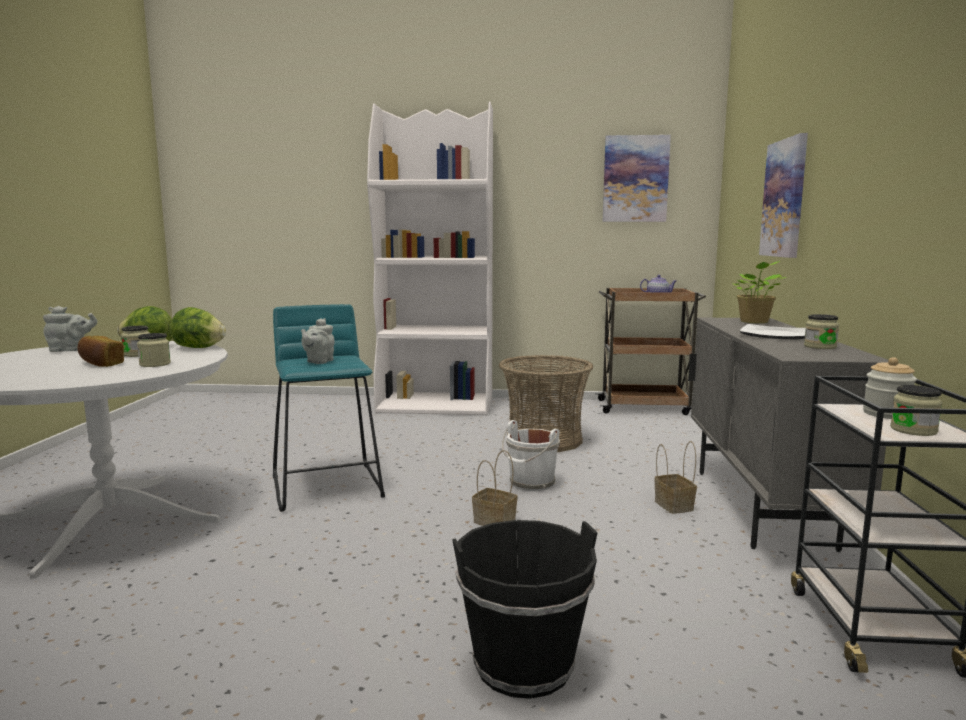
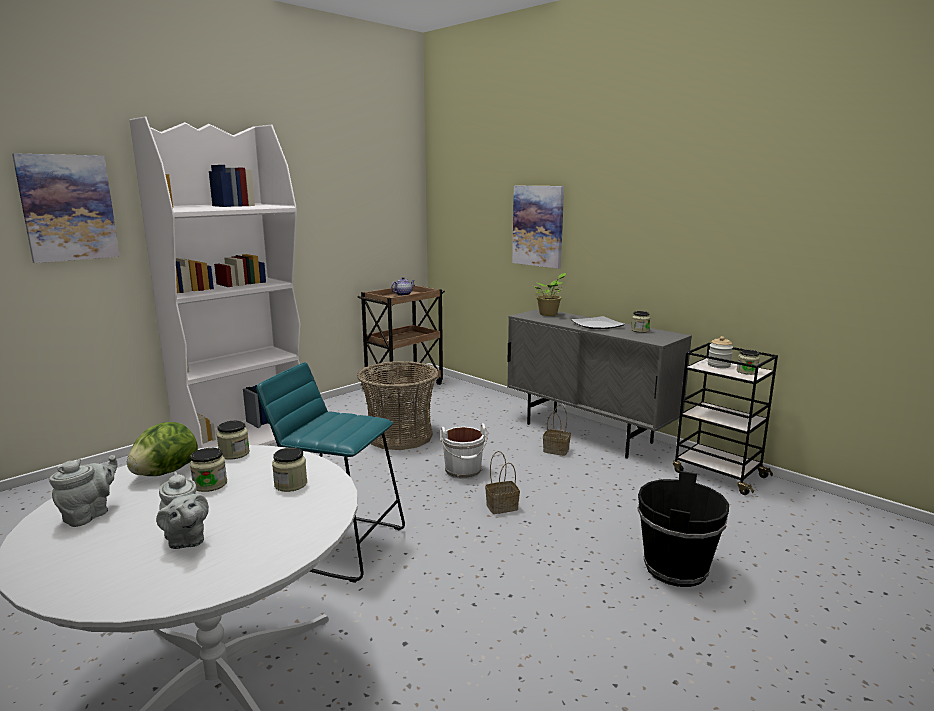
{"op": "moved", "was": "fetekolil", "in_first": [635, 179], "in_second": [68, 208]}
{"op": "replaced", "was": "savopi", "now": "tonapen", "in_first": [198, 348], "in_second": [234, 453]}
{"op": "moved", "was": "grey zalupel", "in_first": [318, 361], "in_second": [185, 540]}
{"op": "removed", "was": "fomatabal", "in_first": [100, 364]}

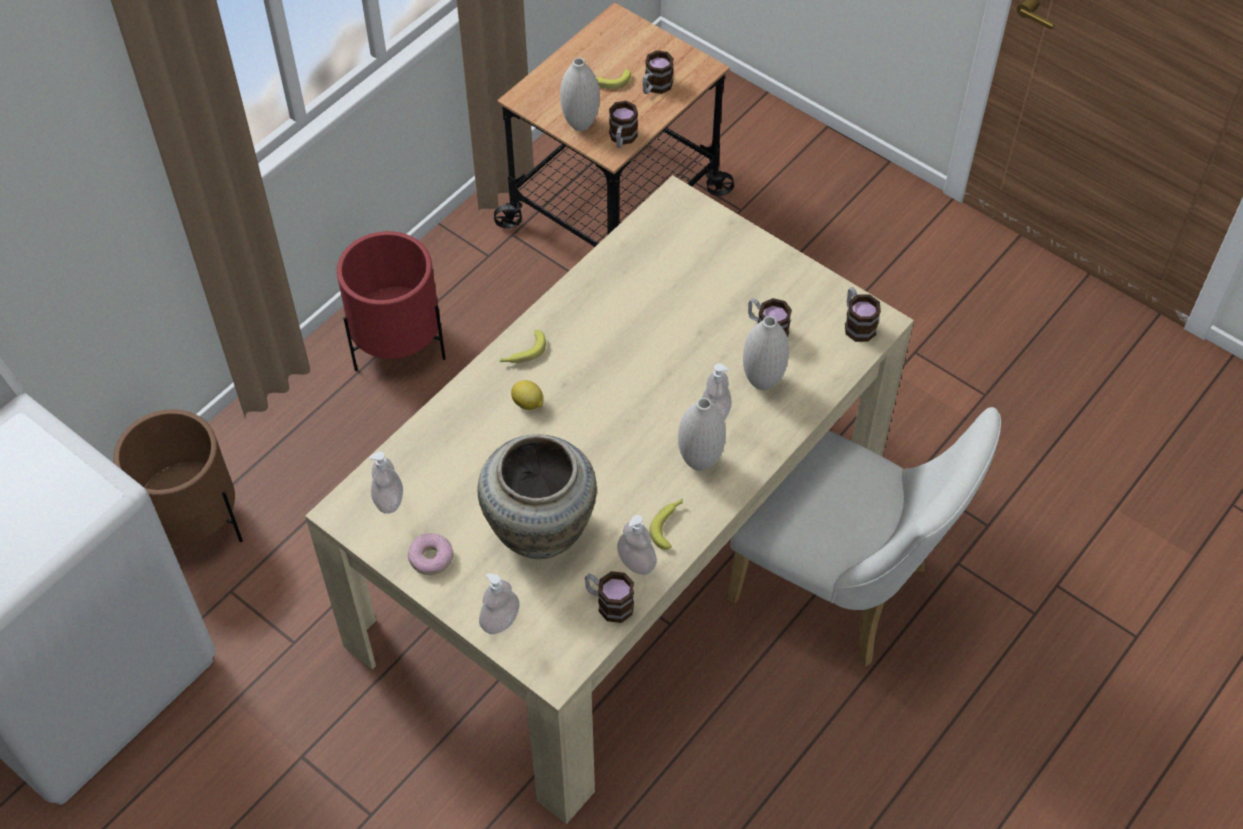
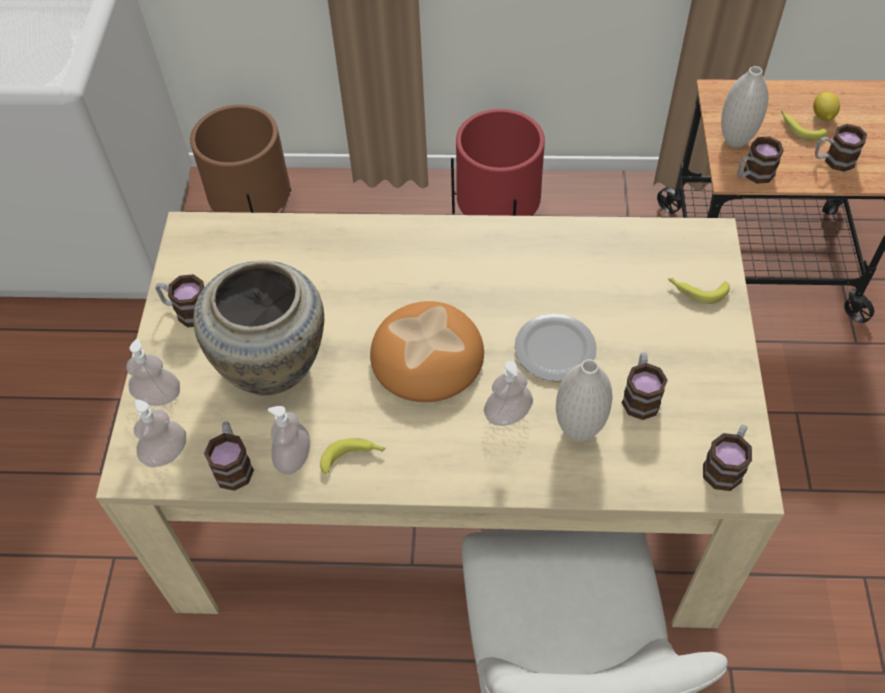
{"op": "moved", "was": "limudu", "in_first": [522, 353], "in_second": [696, 290]}
{"op": "moved", "was": "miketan", "in_first": [528, 404], "in_second": [822, 116]}
{"op": "removed", "was": "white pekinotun", "in_first": [700, 461]}
{"op": "moved", "was": "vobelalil", "in_first": [389, 499], "in_second": [166, 453]}
{"op": "replaced", "was": "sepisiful", "now": "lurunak", "in_first": [431, 557], "in_second": [187, 311]}
{"op": "added", "now": "fomatabal", "in_second": [426, 357]}
{"op": "added", "now": "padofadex", "in_second": [555, 348]}

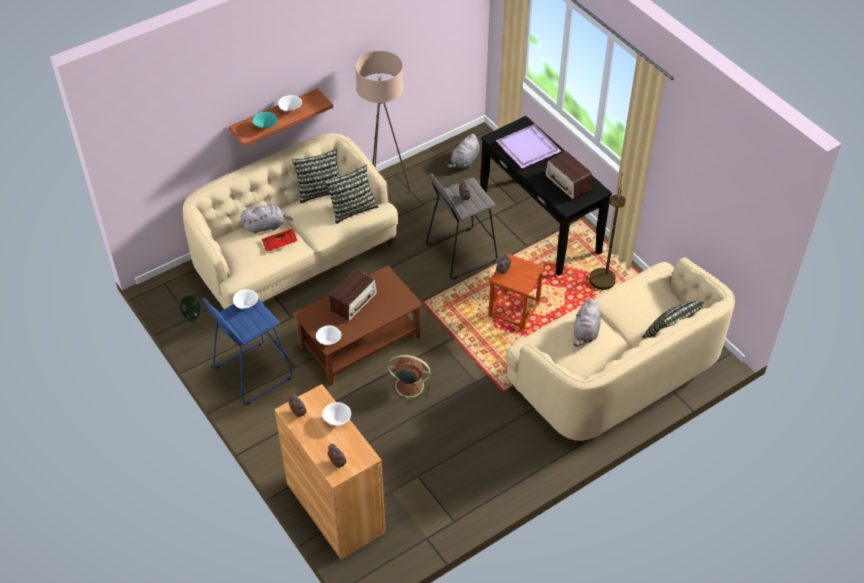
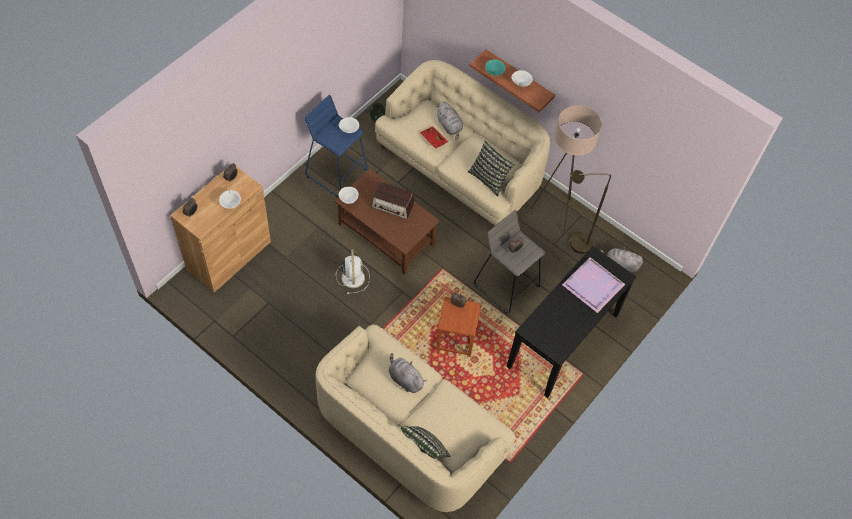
{"op": "removed", "was": "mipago", "in_first": [319, 190]}
{"op": "removed", "was": "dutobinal", "in_first": [568, 183]}
{"op": "moved", "was": "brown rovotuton", "in_first": [602, 286], "in_second": [574, 245]}
{"op": "turned", "was": "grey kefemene", "in_first": [586, 332], "in_second": [405, 379], "clockwise": 45}
{"op": "recoloured", "was": "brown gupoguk", "now": "white gupoguk", "in_first": [408, 385], "in_second": [353, 277]}

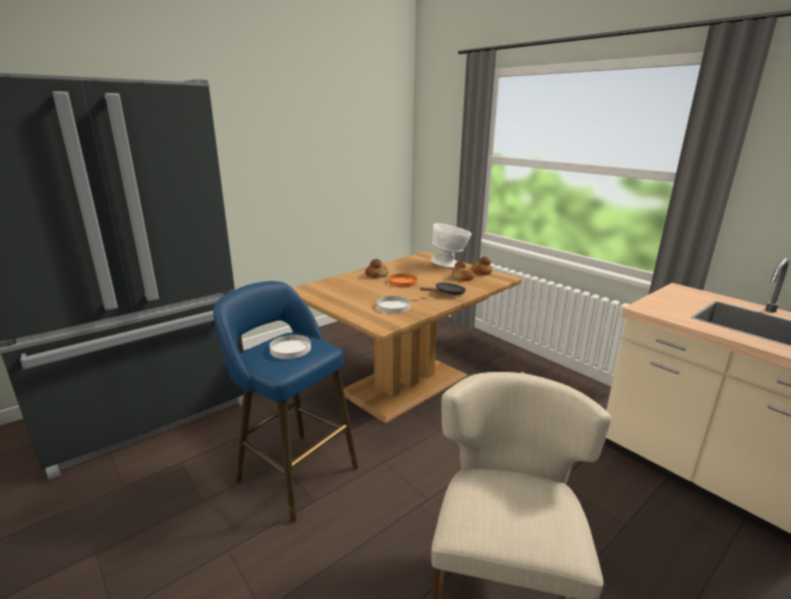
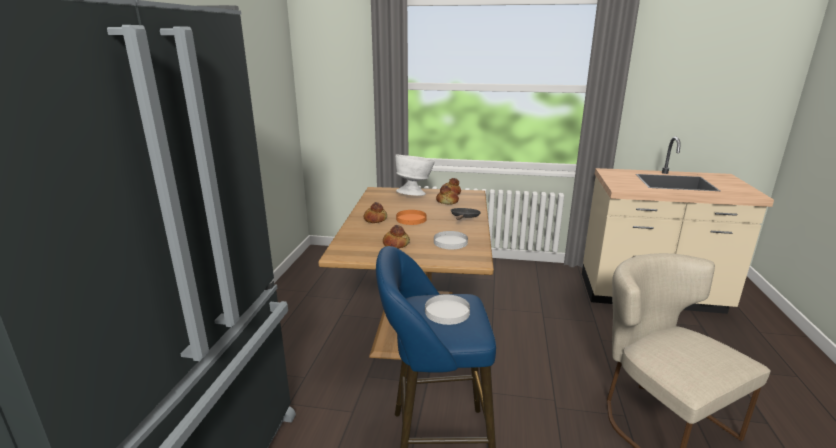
{"op": "added", "now": "fomatabal", "in_second": [395, 244]}

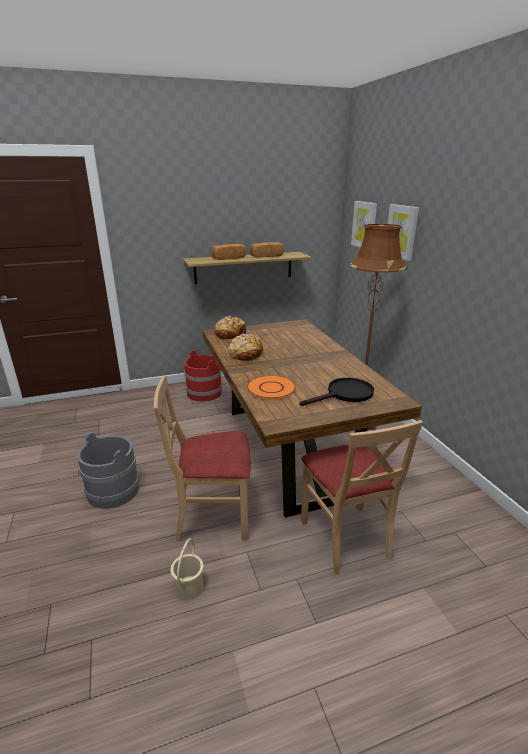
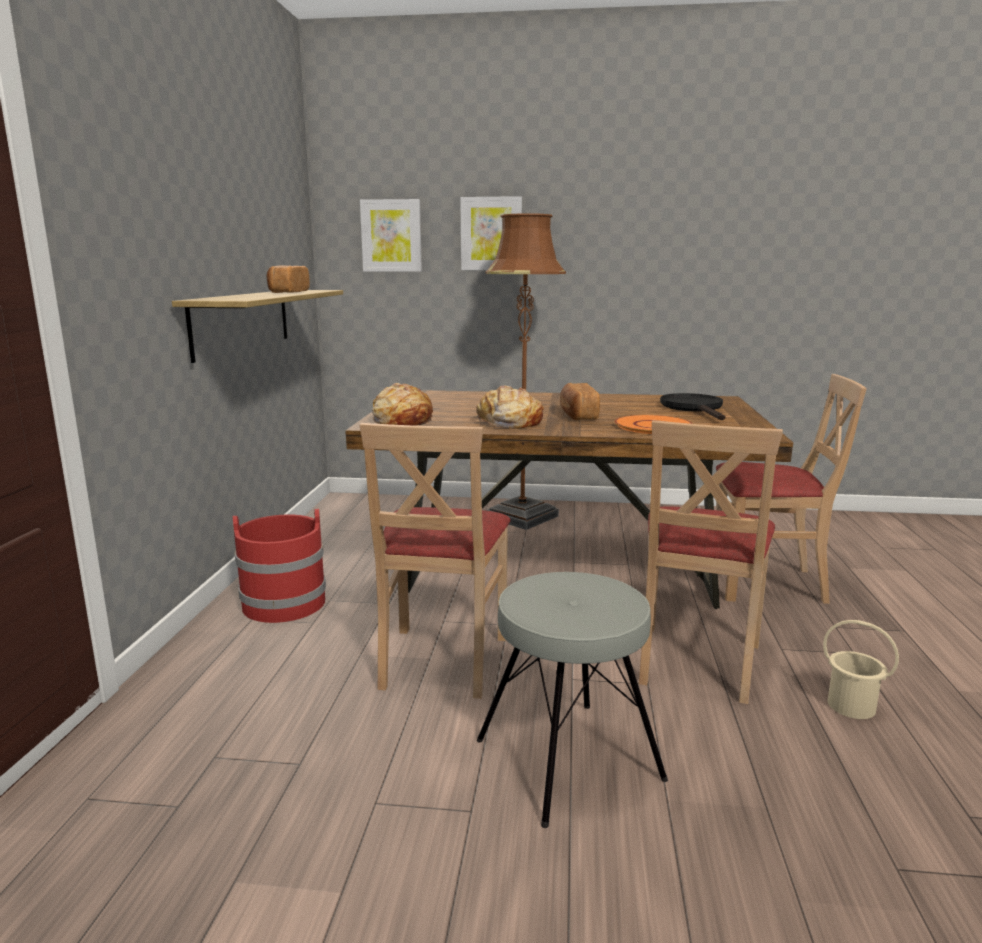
{"op": "moved", "was": "fomatabal", "in_first": [228, 258], "in_second": [577, 415]}
{"op": "replaced", "was": "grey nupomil", "now": "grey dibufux", "in_first": [113, 491], "in_second": [568, 758]}
{"op": "added", "now": "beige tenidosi", "in_second": [442, 660]}

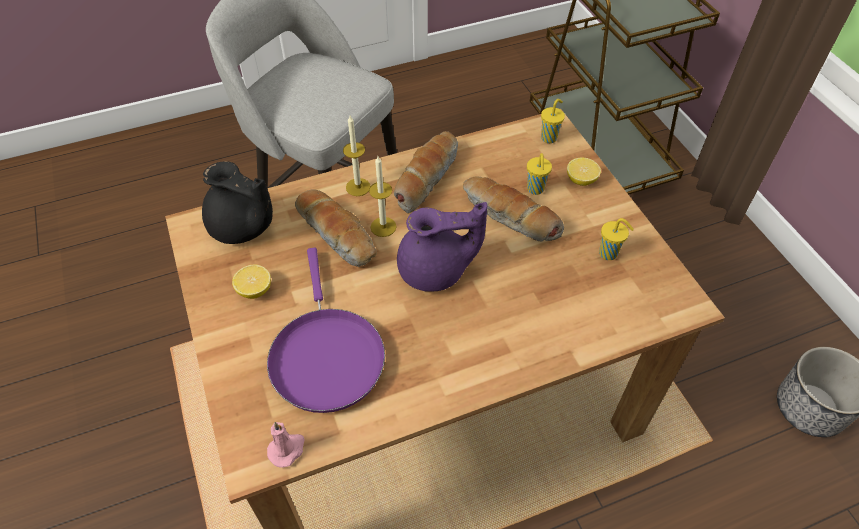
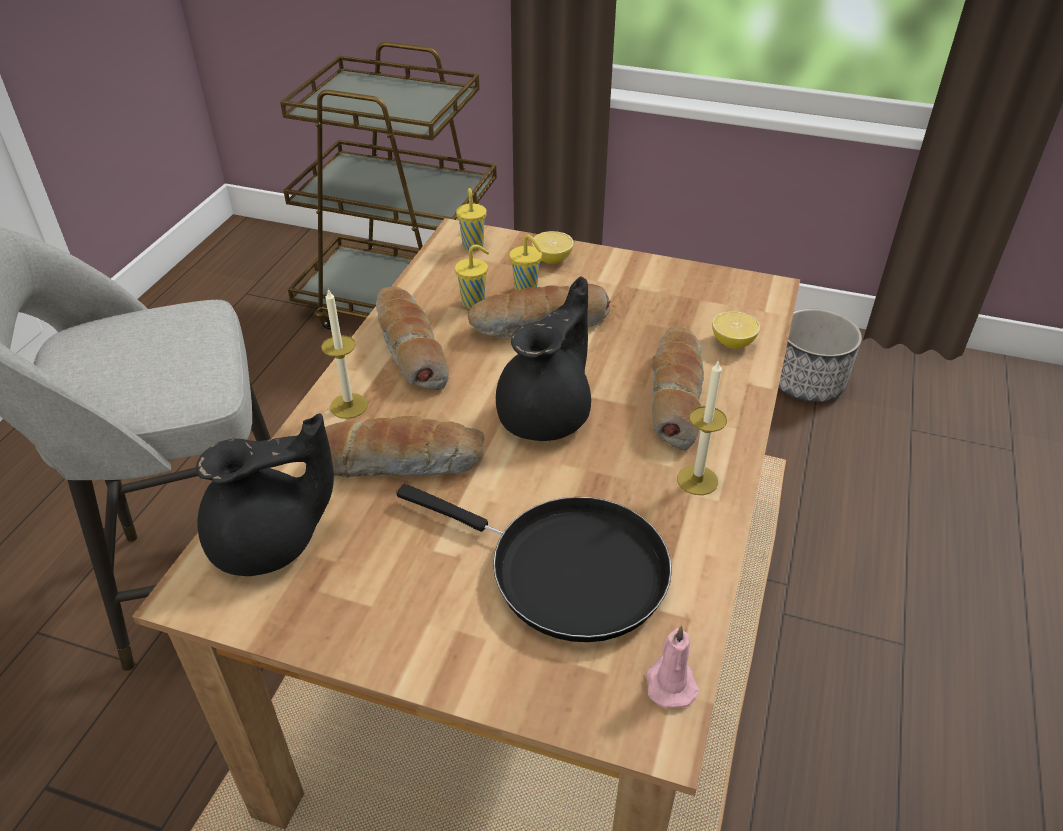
{"op": "moved", "was": "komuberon", "in_first": [383, 227], "in_second": [697, 480]}
{"op": "recoloured", "was": "purple zalupel", "now": "black zalupel", "in_first": [436, 271], "in_second": [547, 415]}
{"op": "moved", "was": "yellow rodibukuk", "in_first": [609, 254], "in_second": [474, 302]}
{"op": "recoloured", "was": "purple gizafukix", "now": "black gizafukix", "in_first": [326, 355], "in_second": [566, 570]}
{"op": "moved", "was": "miketan", "in_first": [254, 290], "in_second": [732, 342]}
{"op": "added", "now": "fomatabal", "in_second": [674, 397]}

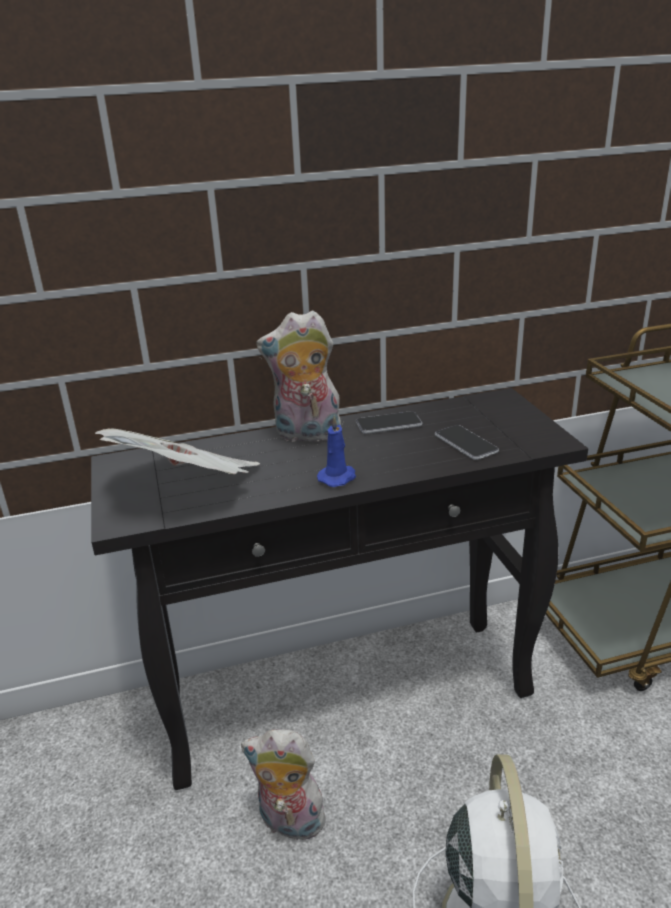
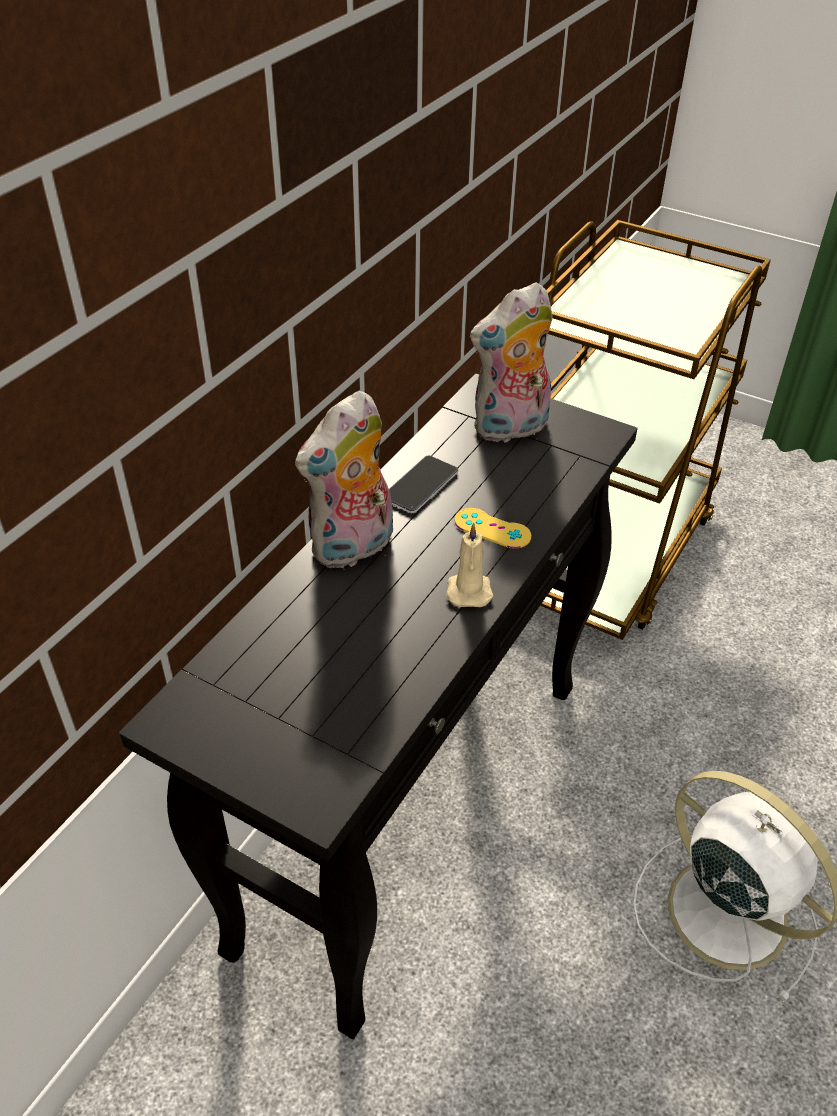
{"op": "recoloured", "was": "blue komuberon", "now": "beige komuberon", "in_first": [338, 477], "in_second": [468, 589]}
{"op": "removed", "was": "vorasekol", "in_first": [466, 443]}
{"op": "removed", "was": "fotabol", "in_first": [189, 487]}
{"op": "moved", "was": "kefemene", "in_first": [288, 823], "in_second": [510, 429]}
{"op": "added", "now": "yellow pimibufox", "in_second": [492, 528]}

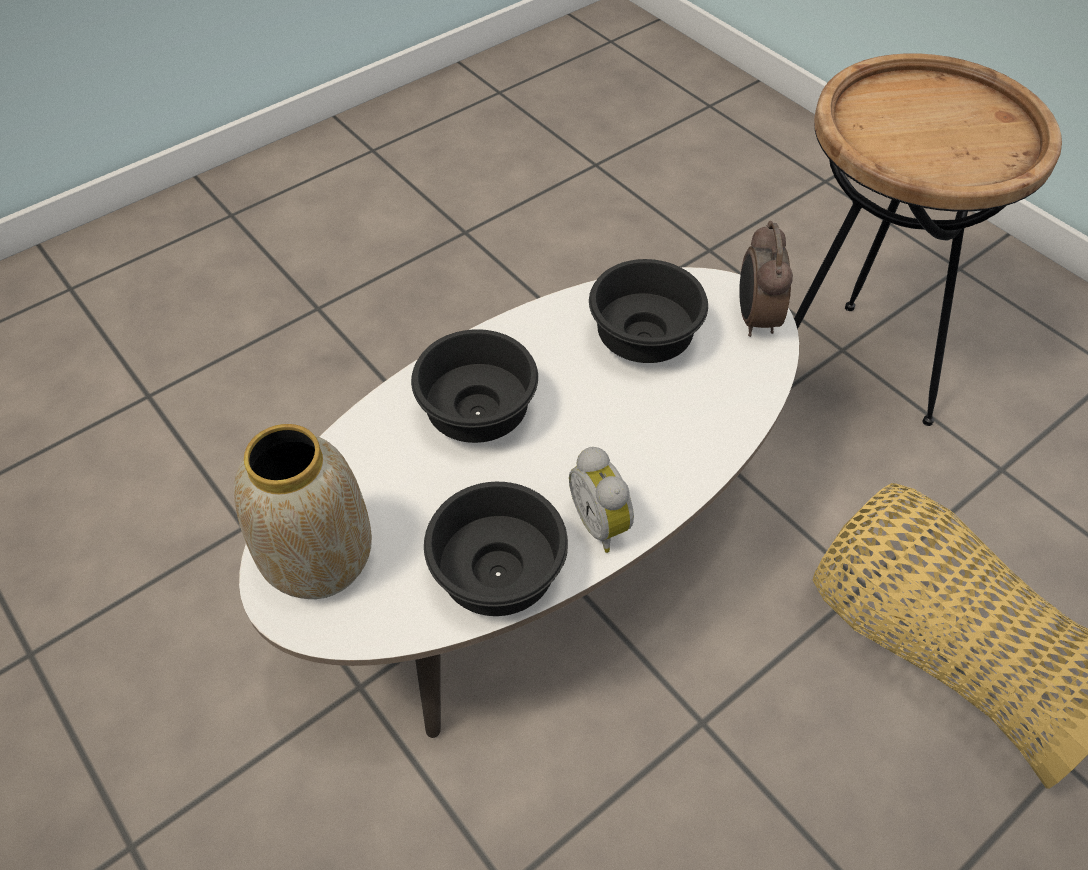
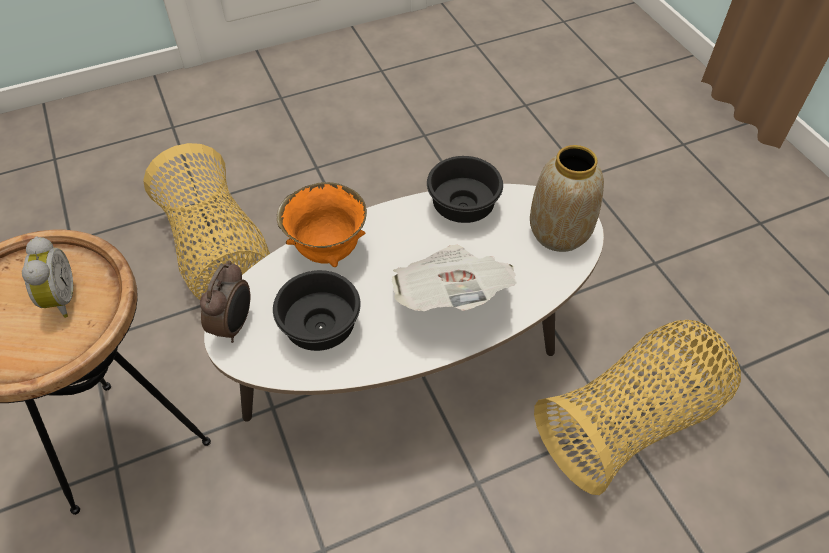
{"op": "replaced", "was": "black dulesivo", "now": "fotabol", "in_first": [481, 414], "in_second": [450, 296]}
{"op": "moved", "was": "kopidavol", "in_first": [603, 523], "in_second": [59, 299]}
{"op": "added", "now": "orange dulesivo", "in_second": [328, 251]}
{"op": "added", "now": "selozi", "in_second": [630, 422]}

